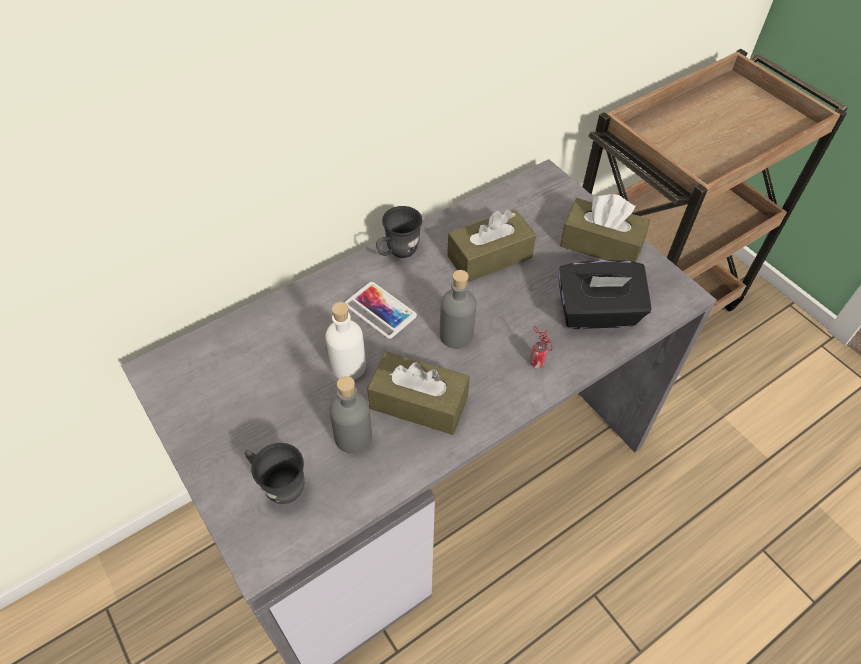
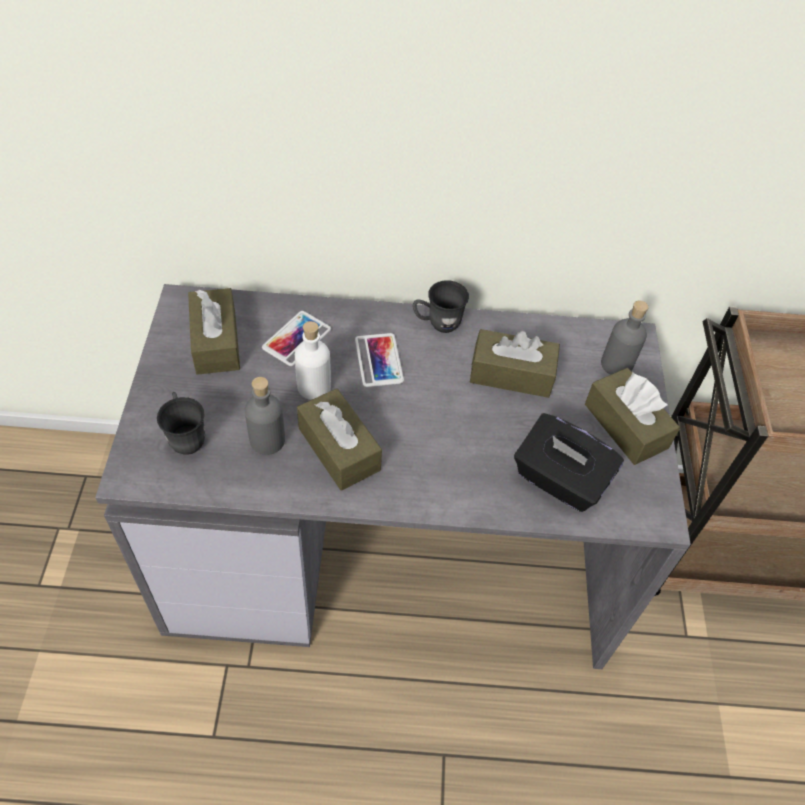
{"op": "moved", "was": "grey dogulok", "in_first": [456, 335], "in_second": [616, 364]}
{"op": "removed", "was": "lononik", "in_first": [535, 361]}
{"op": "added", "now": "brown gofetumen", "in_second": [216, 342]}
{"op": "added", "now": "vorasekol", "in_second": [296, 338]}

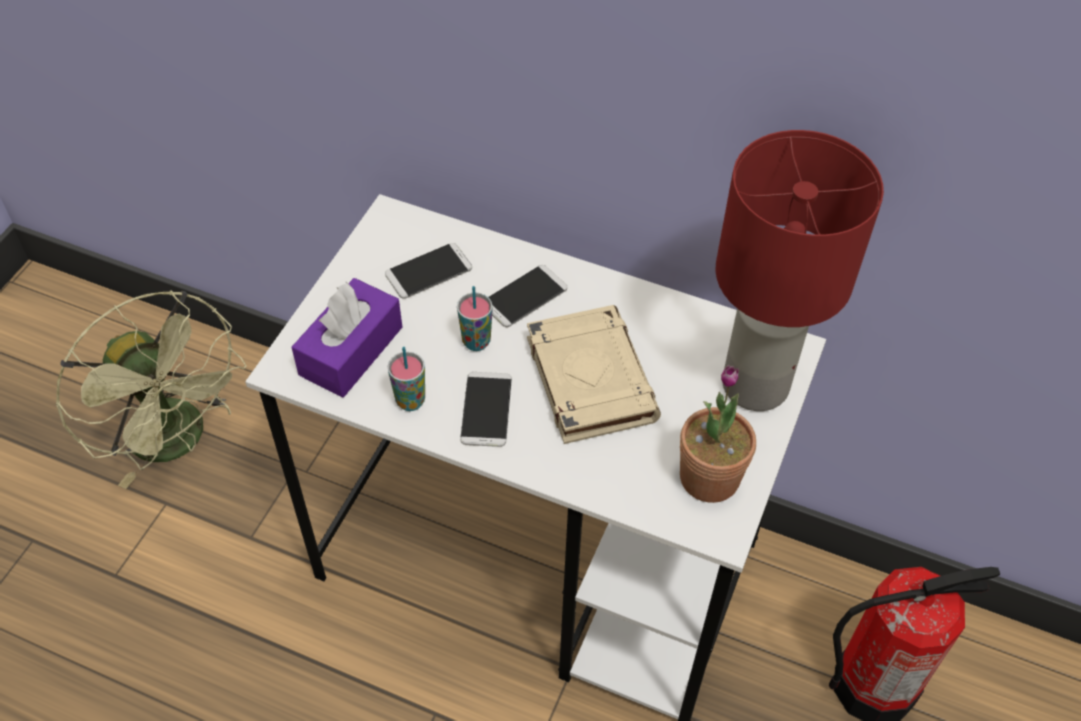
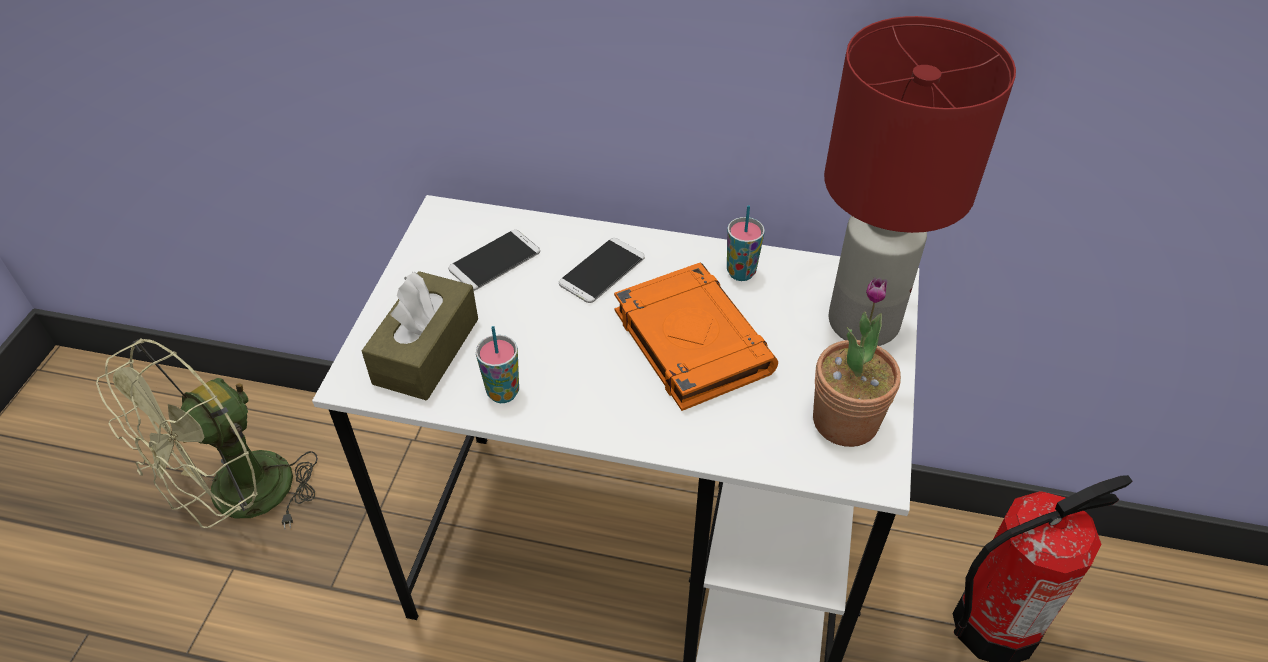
{"op": "recoloured", "was": "purple gofetumen", "now": "brown gofetumen", "in_first": [351, 350], "in_second": [426, 351]}
{"op": "moved", "was": "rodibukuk", "in_first": [476, 342], "in_second": [741, 272]}
{"op": "turned", "was": "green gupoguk", "in_first": [179, 441], "in_second": [239, 501], "clockwise": 90}
{"op": "recoloured", "was": "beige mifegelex", "now": "orange mifegelex", "in_first": [589, 378], "in_second": [690, 341]}
{"op": "removed", "was": "vorasekol", "in_first": [486, 409]}

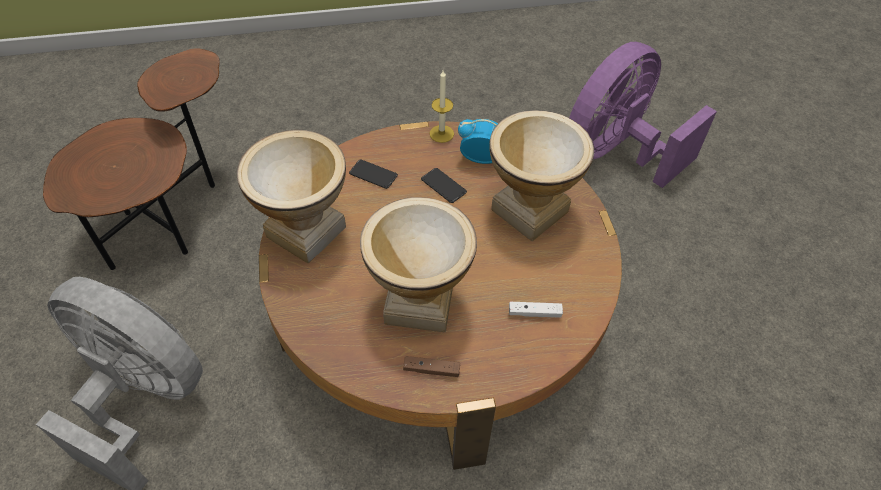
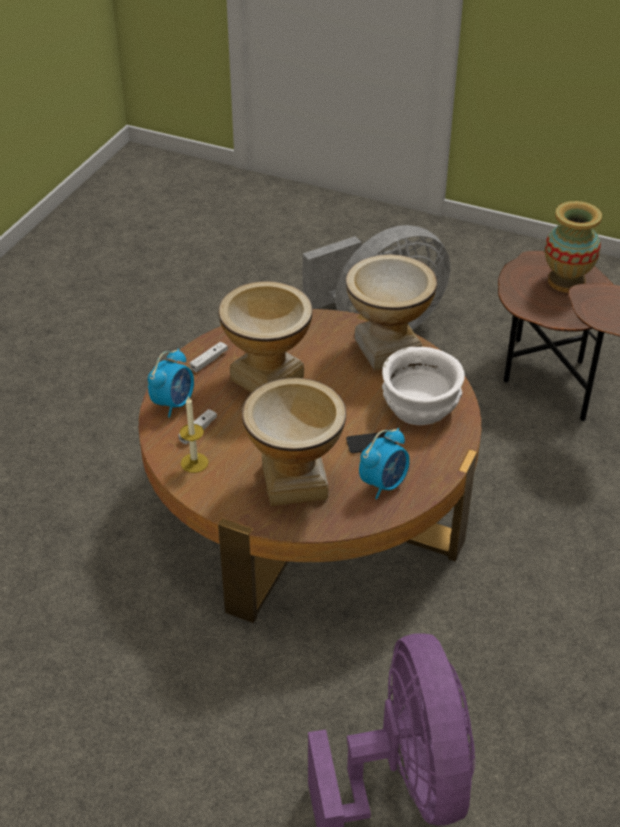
{"op": "moved", "was": "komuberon", "in_first": [441, 134], "in_second": [194, 463]}
{"op": "replaced", "was": "vorasekol", "now": "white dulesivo", "in_first": [373, 174], "in_second": [421, 407]}
{"op": "recoloured", "was": "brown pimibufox", "now": "white pimibufox", "in_first": [431, 370], "in_second": [209, 361]}
{"op": "added", "now": "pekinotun", "in_second": [566, 281]}
{"op": "added", "now": "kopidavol", "in_second": [174, 403]}

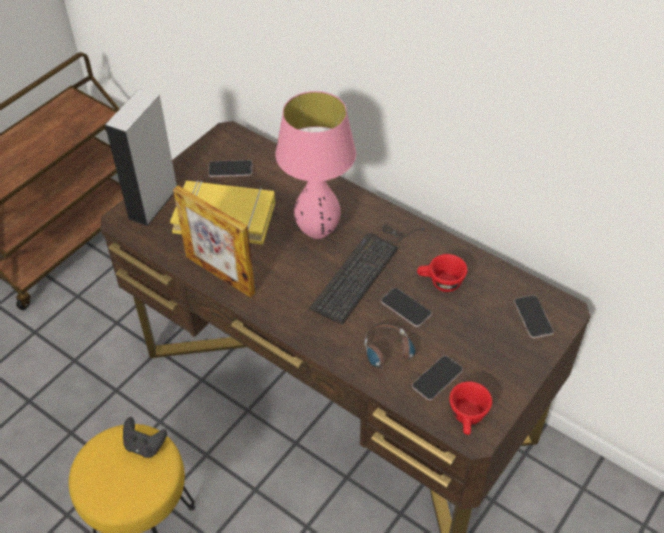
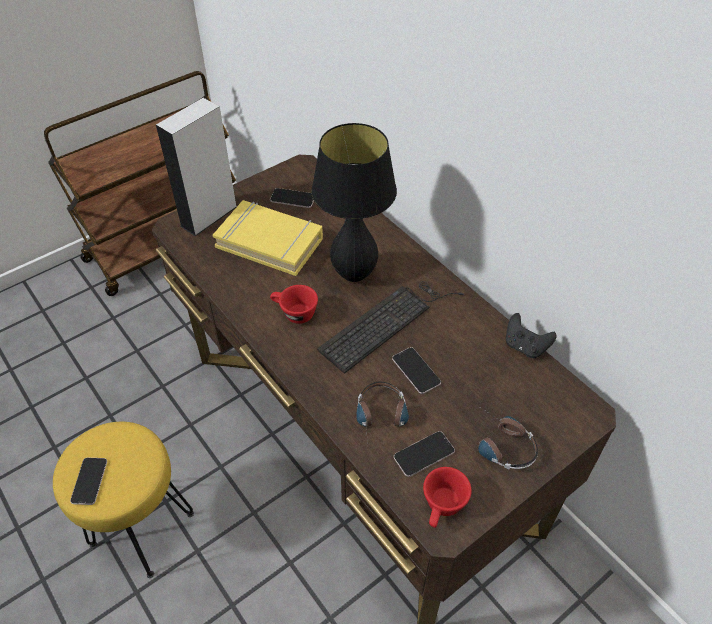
{"op": "recoloured", "was": "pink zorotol", "now": "black zorotol", "in_first": [317, 231], "in_second": [354, 274]}
{"op": "removed", "was": "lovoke", "in_first": [220, 274]}
{"op": "moved", "was": "red rodibukuk", "in_first": [440, 283], "in_second": [294, 313]}
{"op": "moved", "was": "vorasekol", "in_first": [533, 317], "in_second": [89, 481]}
{"op": "moved", "was": "black pimibufox", "in_first": [145, 445], "in_second": [525, 346]}
{"op": "added", "now": "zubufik", "in_second": [499, 444]}

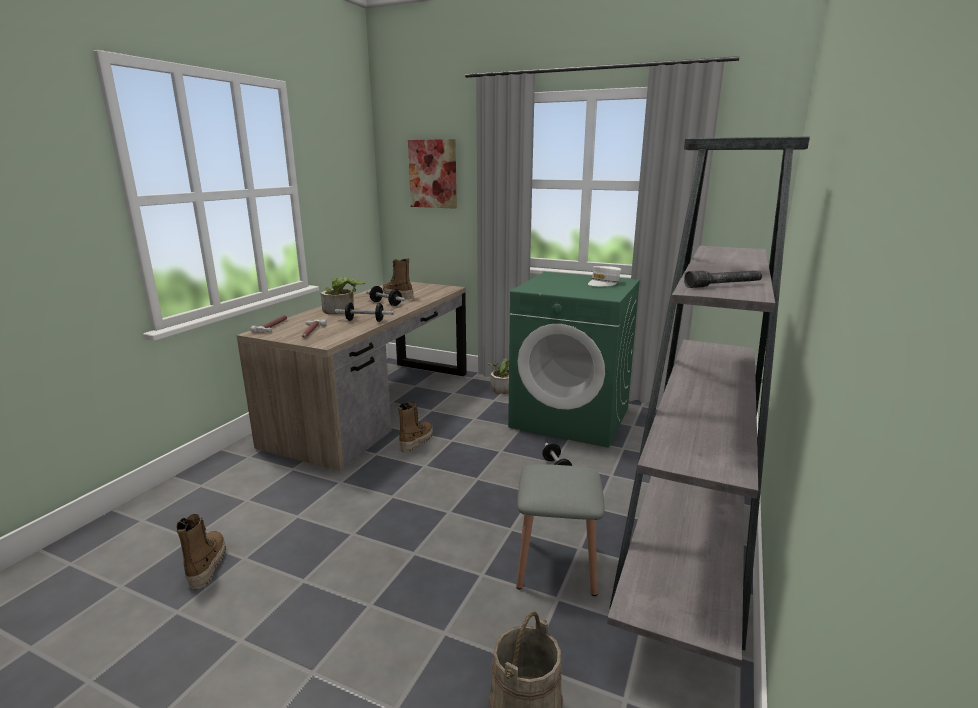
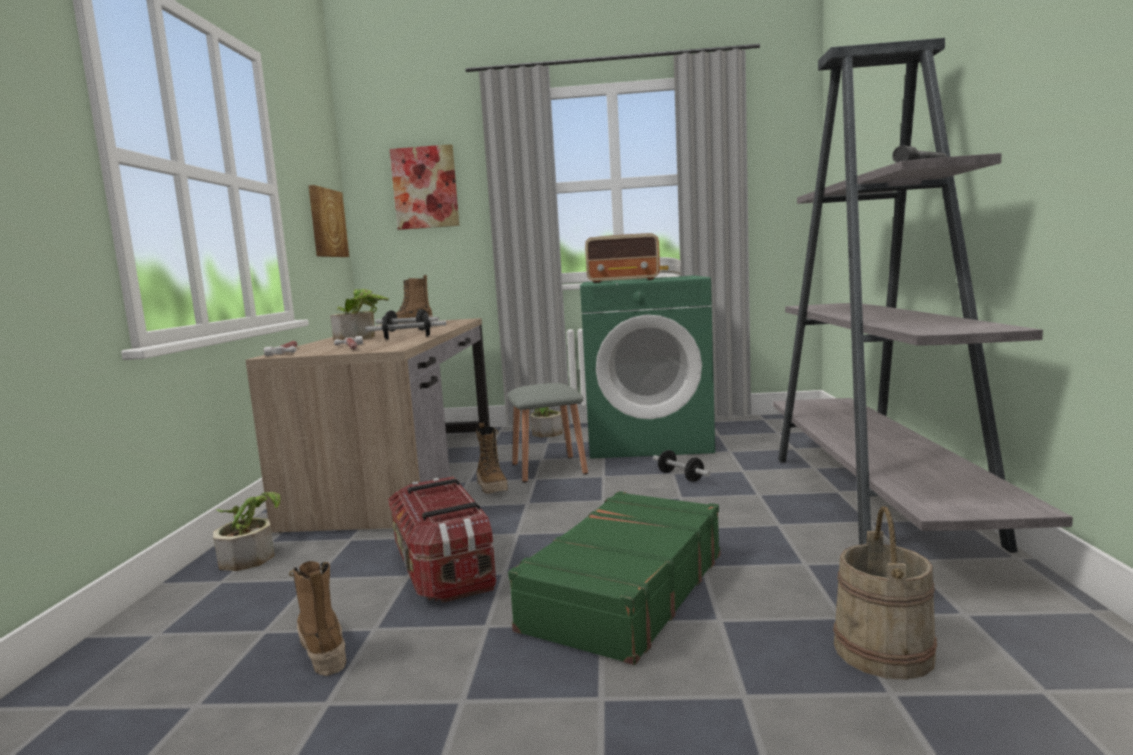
{"op": "turned", "was": "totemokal", "in_first": [416, 441], "in_second": [492, 487], "clockwise": 150}
{"op": "moved", "was": "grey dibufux", "in_first": [556, 565], "in_second": [549, 469]}
{"op": "added", "now": "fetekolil", "in_second": [326, 223]}
{"op": "added", "now": "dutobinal", "in_second": [625, 281]}
{"op": "added", "now": "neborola", "in_second": [442, 569]}
{"op": "added", "now": "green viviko", "in_second": [624, 591]}
{"op": "added", "now": "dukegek", "in_second": [251, 555]}

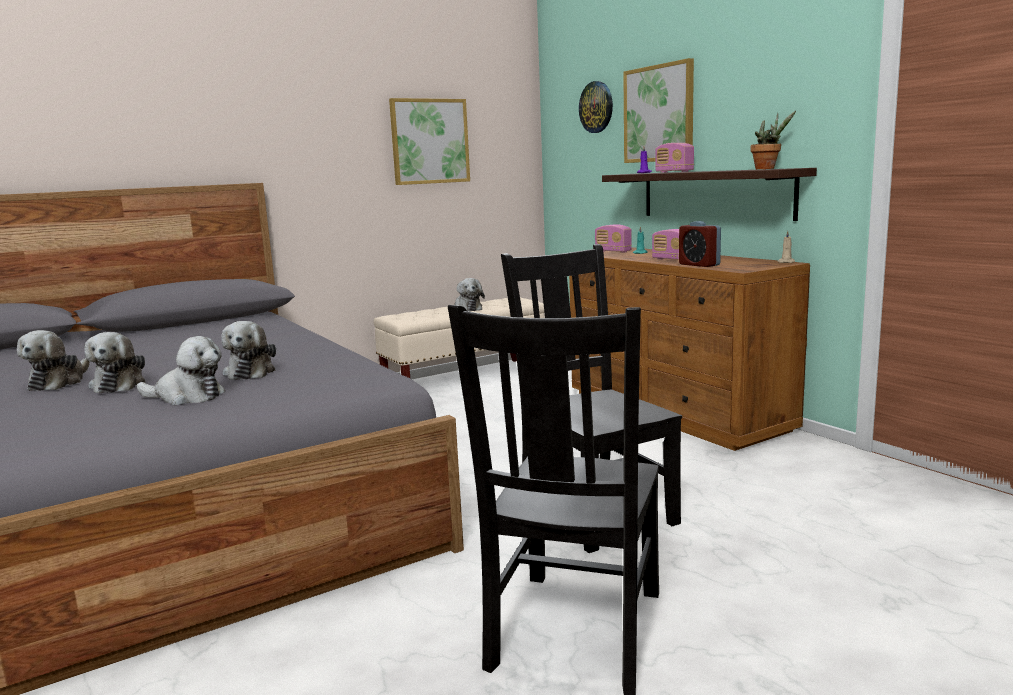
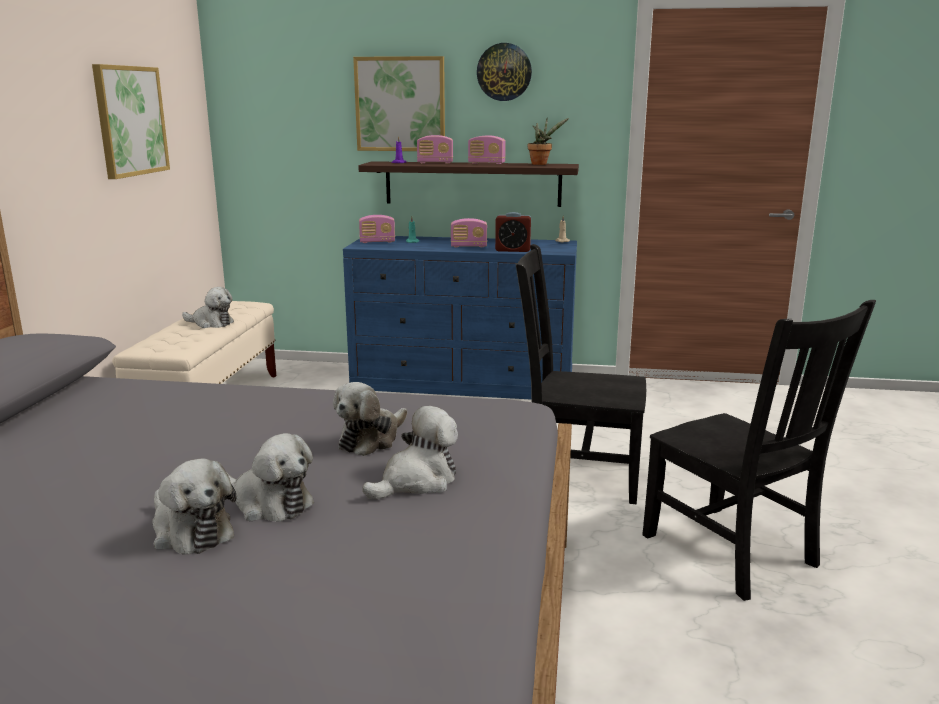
{"op": "moved", "was": "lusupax", "in_first": [596, 107], "in_second": [504, 72]}
{"op": "recoloured", "was": "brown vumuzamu", "now": "blue vumuzamu", "in_first": [676, 411], "in_second": [465, 383]}
{"op": "turned", "was": "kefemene", "in_first": [251, 372], "in_second": [371, 439], "clockwise": 90}
{"op": "added", "now": "dutobinal", "in_second": [486, 163]}

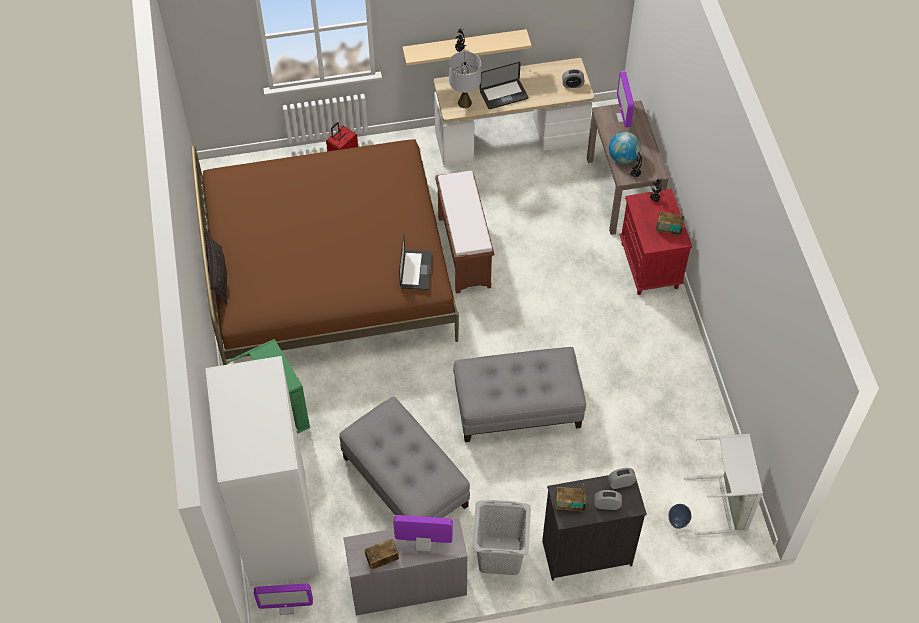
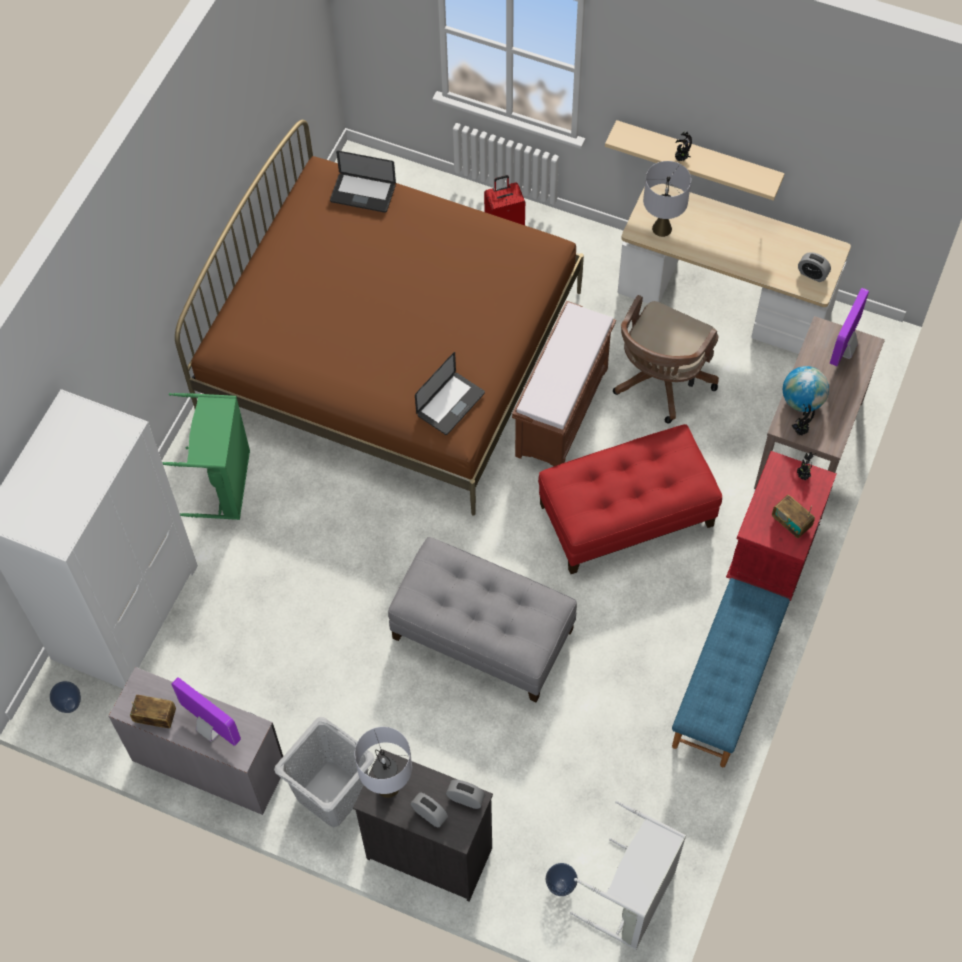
{"op": "moved", "was": "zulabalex", "in_first": [503, 95], "in_second": [363, 193]}
{"op": "removed", "was": "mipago", "in_first": [219, 276]}
{"op": "removed", "was": "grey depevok", "in_first": [404, 482]}
{"op": "replaced", "was": "dutobinal", "now": "grey zorotol", "in_first": [569, 504], "in_second": [388, 786]}
{"op": "replaced", "was": "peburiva", "now": "pekinotun", "in_first": [287, 607], "in_second": [70, 705]}
{"op": "added", "now": "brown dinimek", "in_second": [660, 382]}
{"op": "added", "now": "red depevok", "in_second": [626, 515]}
{"op": "added", "now": "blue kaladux", "in_second": [726, 685]}

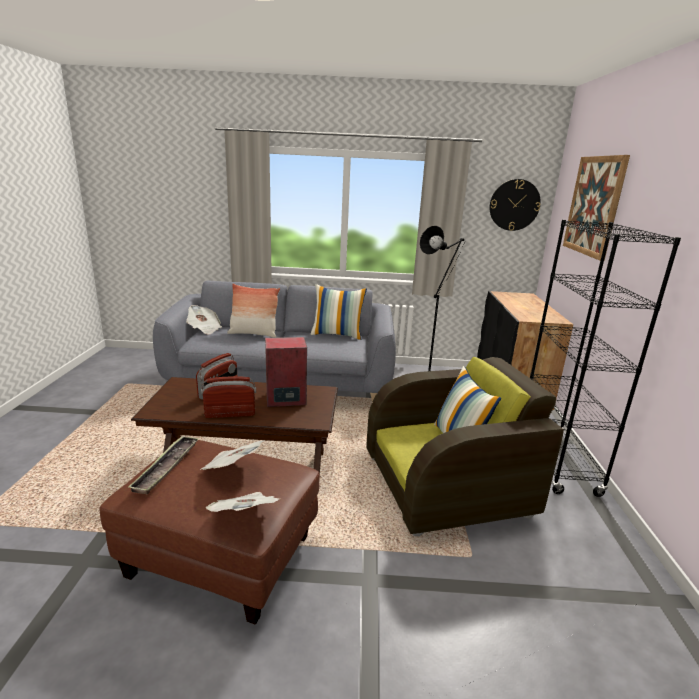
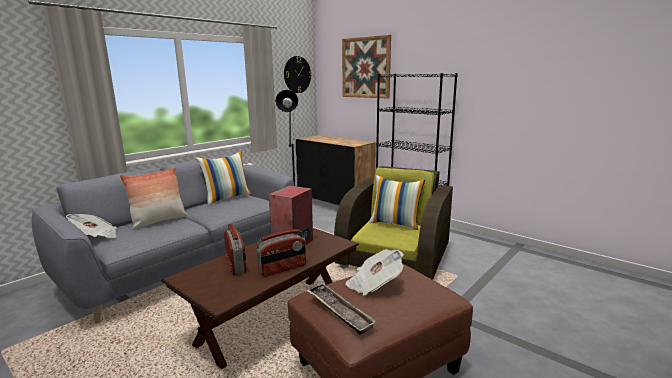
{"op": "turned", "was": "dutobinal", "in_first": [230, 413], "in_second": [283, 269], "clockwise": -150}
{"op": "removed", "was": "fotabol", "in_first": [245, 517]}

